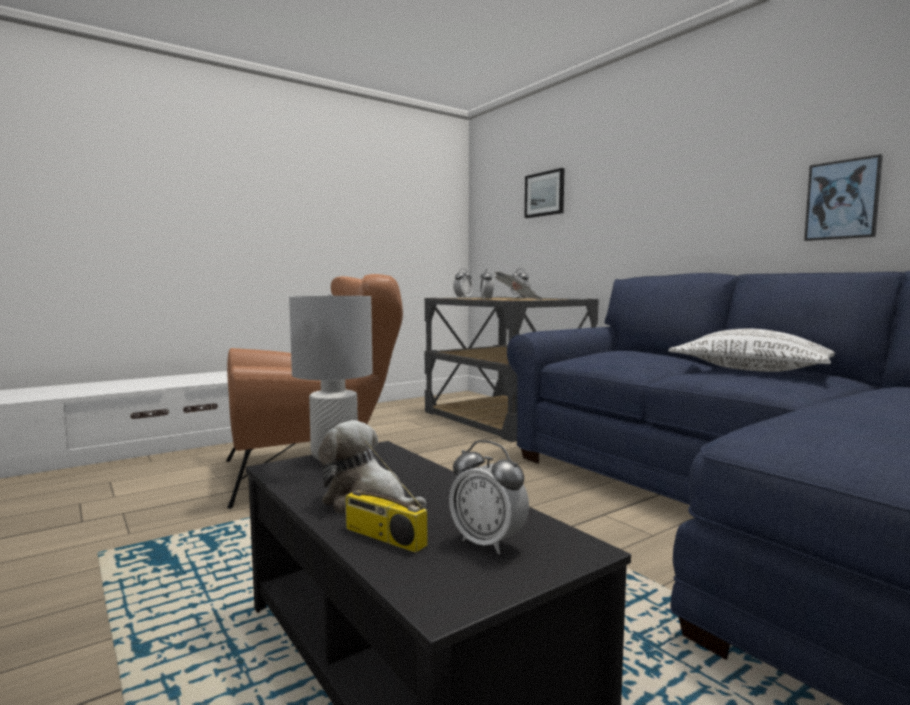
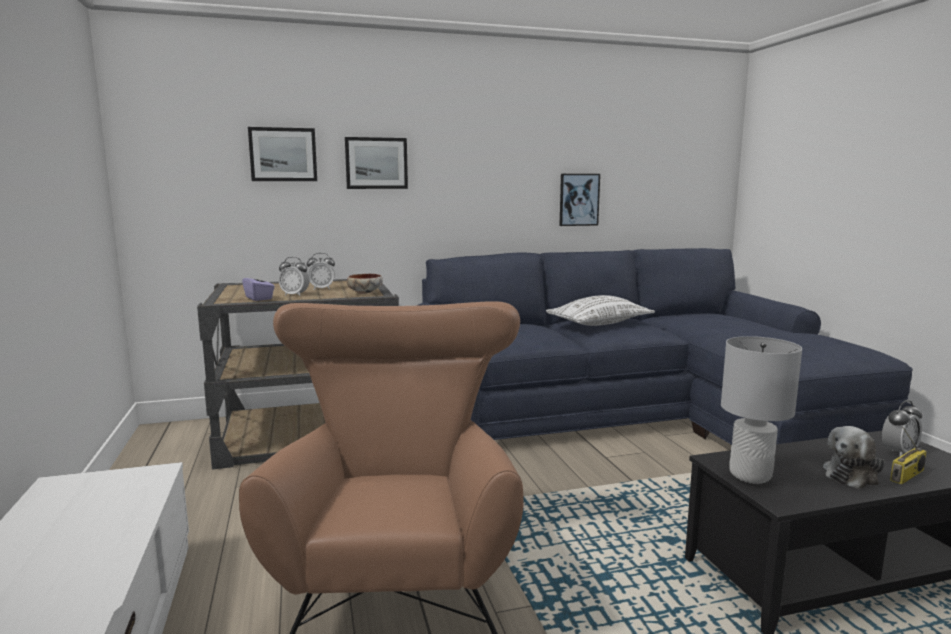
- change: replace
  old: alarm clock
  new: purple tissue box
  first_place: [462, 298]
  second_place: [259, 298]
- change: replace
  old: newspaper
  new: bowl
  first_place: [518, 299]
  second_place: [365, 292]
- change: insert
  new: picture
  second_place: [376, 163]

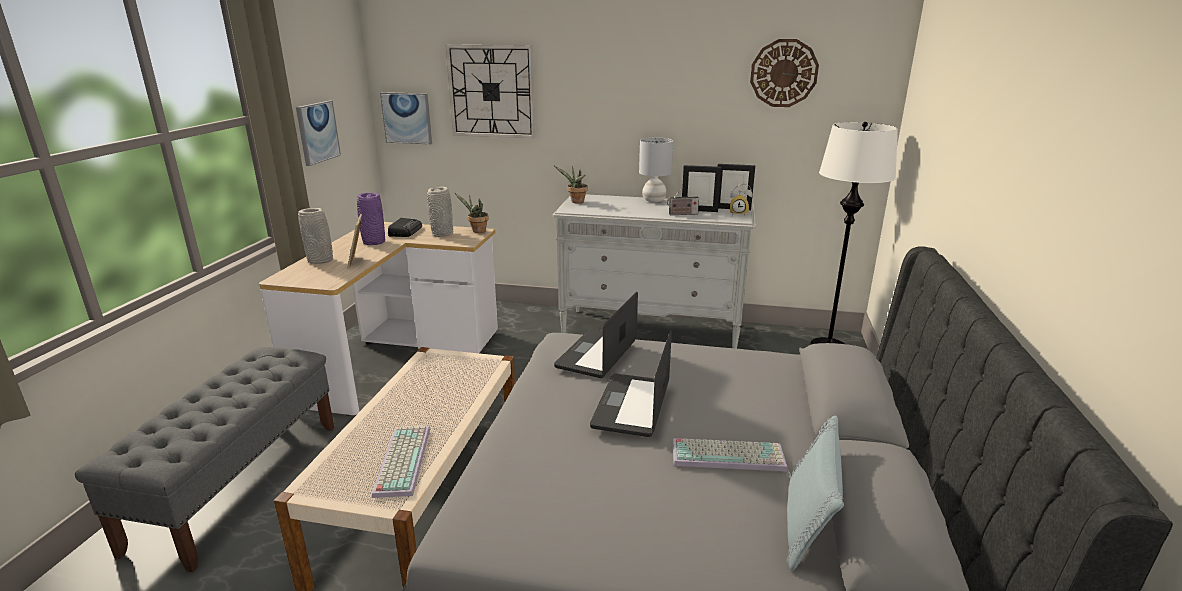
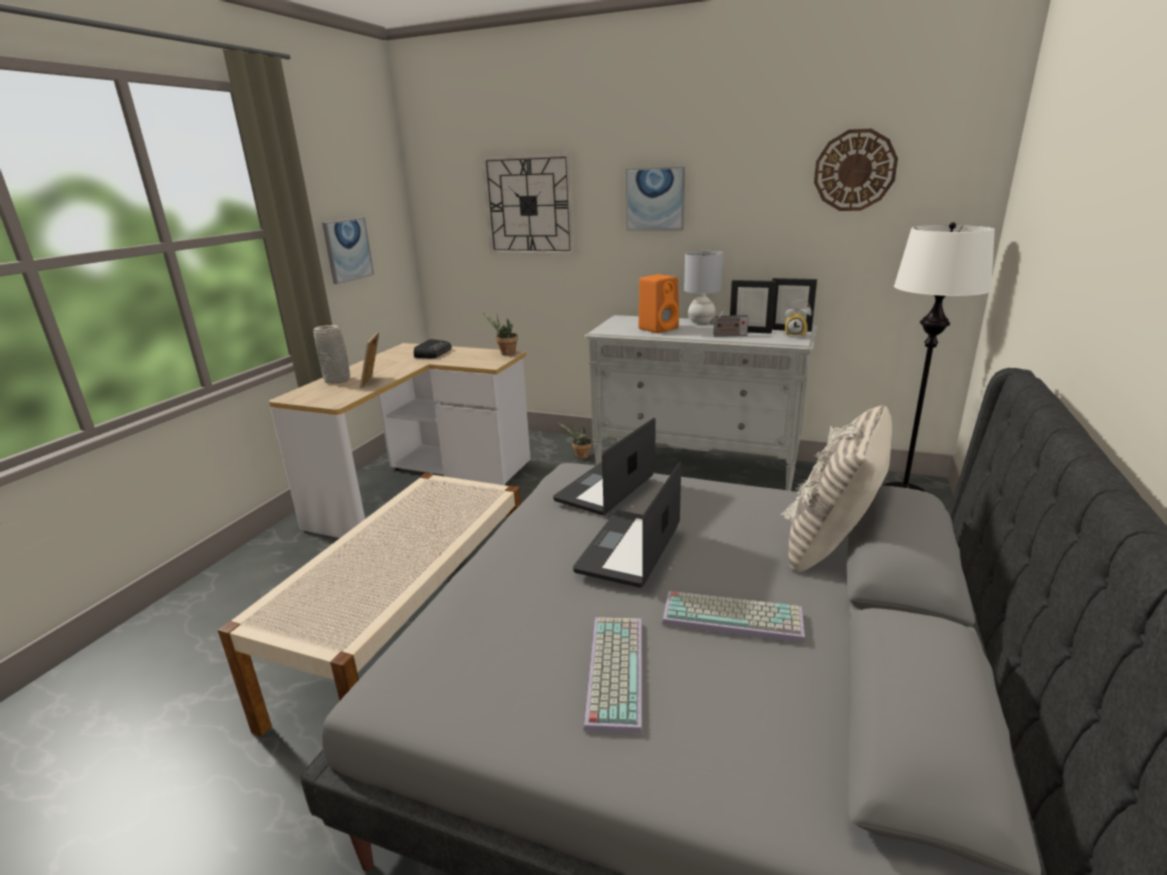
- change: move
  old: picture
  first_place: [407, 118]
  second_place: [655, 199]
- change: move
  old: potted plant
  first_place: [575, 202]
  second_place: [580, 457]
- change: delete
  old: grey vase
  first_place: [442, 234]
- change: delete
  old: purple vase
  first_place: [373, 242]
- change: delete
  old: grey bench
  first_place: [239, 483]
- change: delete
  old: blue pillow
  first_place: [808, 523]
- change: move
  old: keyboard
  first_place: [401, 460]
  second_place: [612, 670]
- change: insert
  new: orange speaker
  second_place: [659, 328]
- change: insert
  new: beige pillow
  second_place: [828, 542]

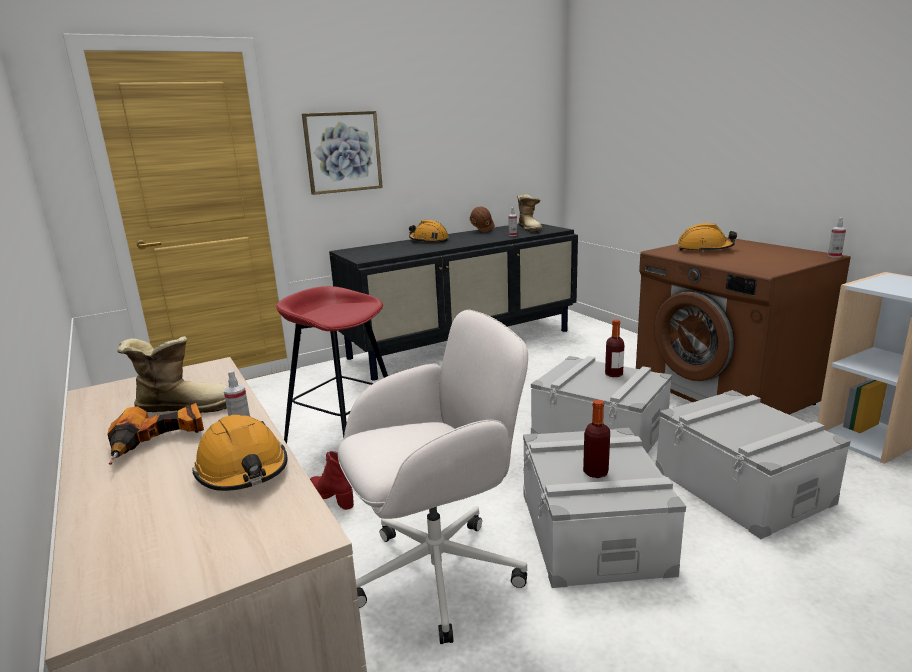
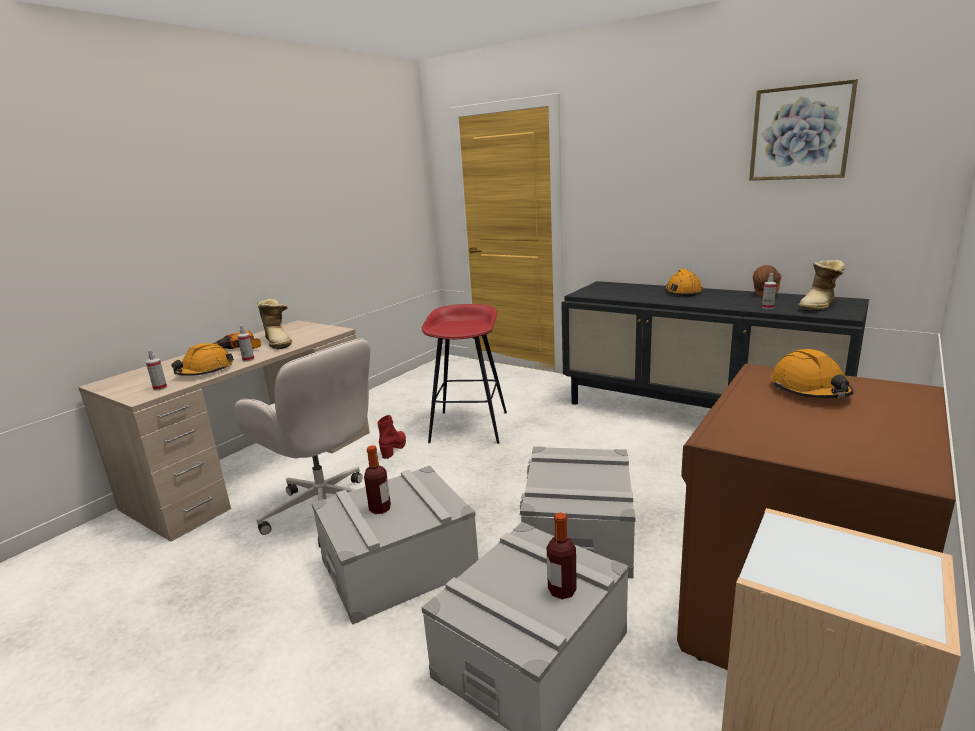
- change: move
  old: picture
  first_place: [343, 152]
  second_place: [800, 133]
- change: move
  old: spray bottle
  first_place: [834, 256]
  second_place: [160, 388]
- change: move
  old: bottle
  first_place: [613, 374]
  second_place: [562, 590]

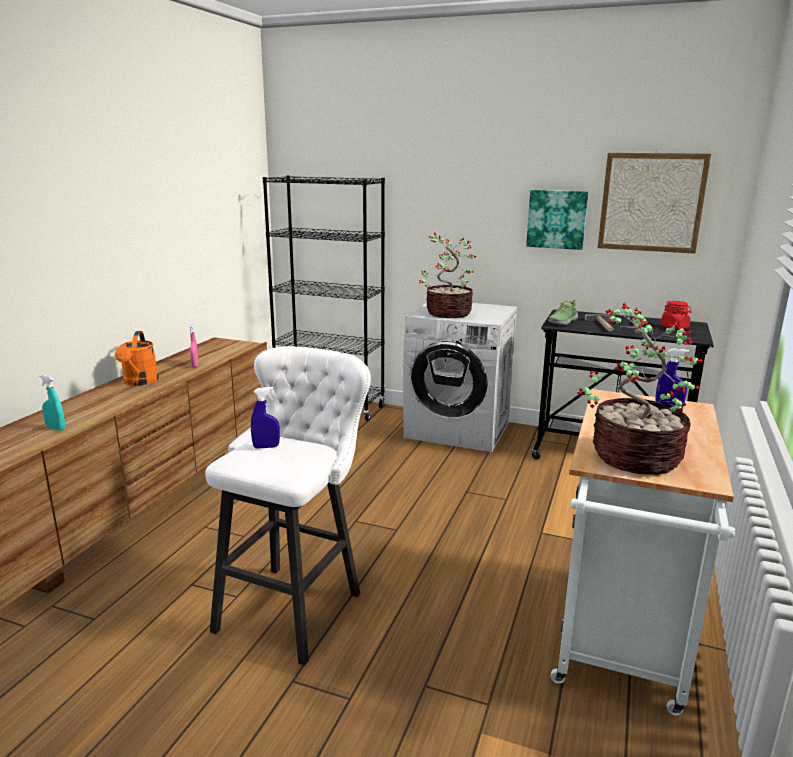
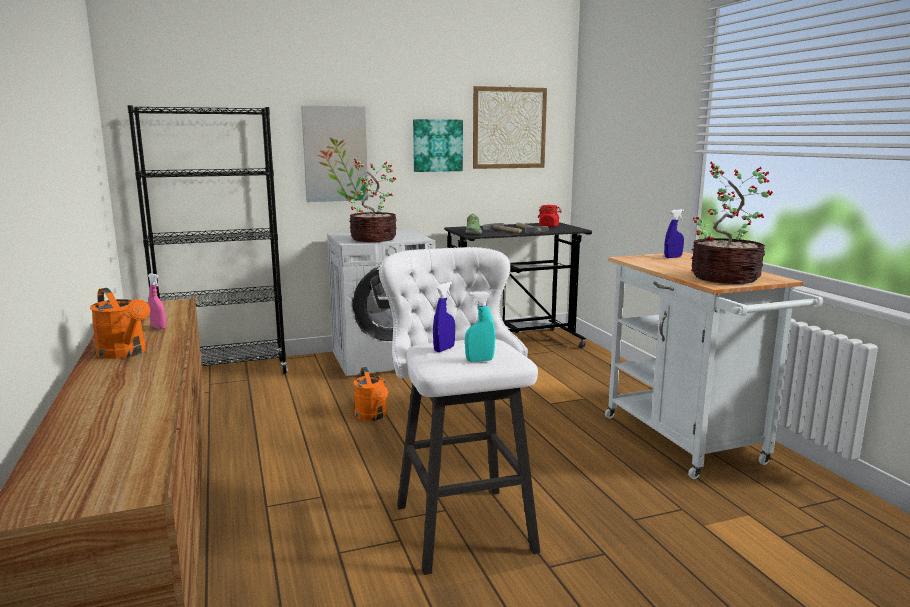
- change: move
  old: turquoise spray bottle
  first_place: [55, 428]
  second_place: [479, 360]
- change: insert
  new: picture
  second_place: [335, 154]
- change: insert
  new: orange watering can
  second_place: [372, 416]

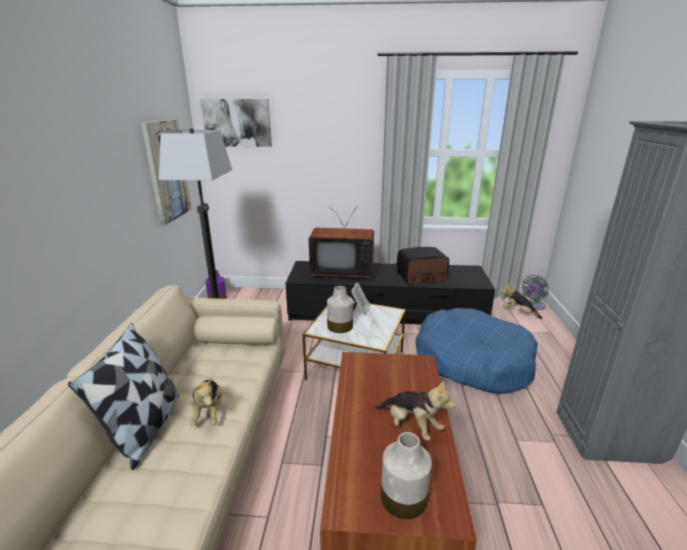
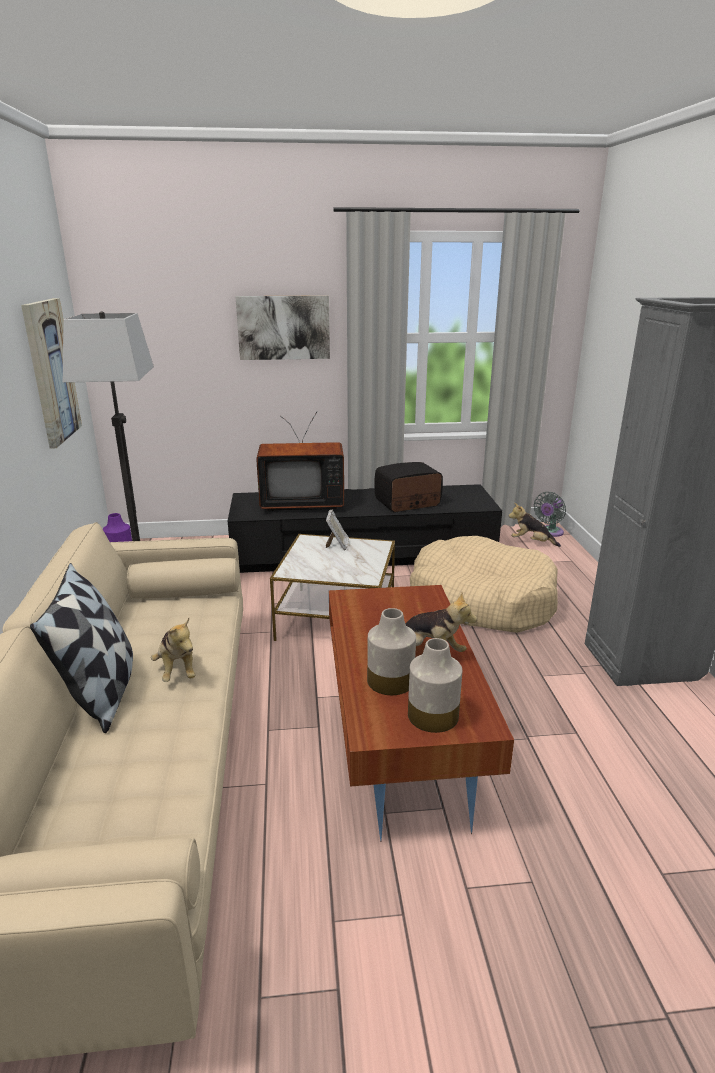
- change: move
  old: picture
  first_place: [237, 123]
  second_place: [283, 327]
- change: move
  old: beige vase
  first_place: [340, 326]
  second_place: [390, 681]
- change: recolor
  old: blue dog bed
  new: beige dog bed
  first_place: [472, 361]
  second_place: [482, 600]

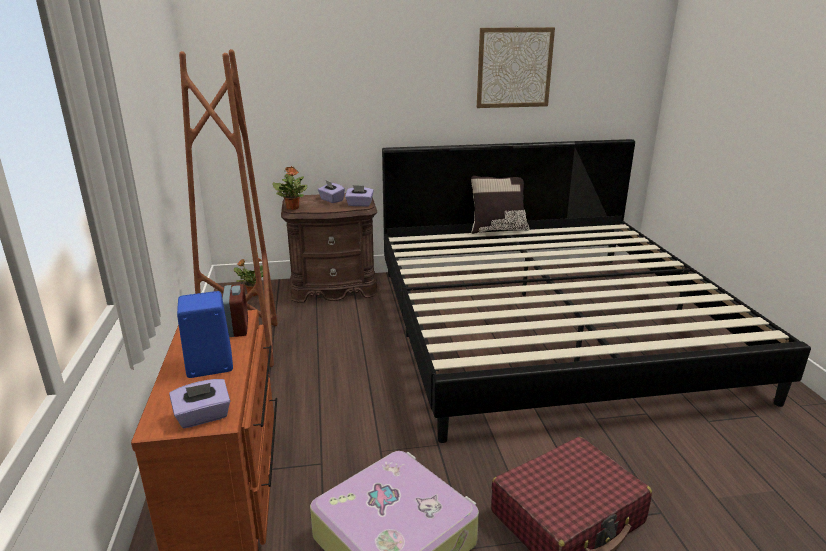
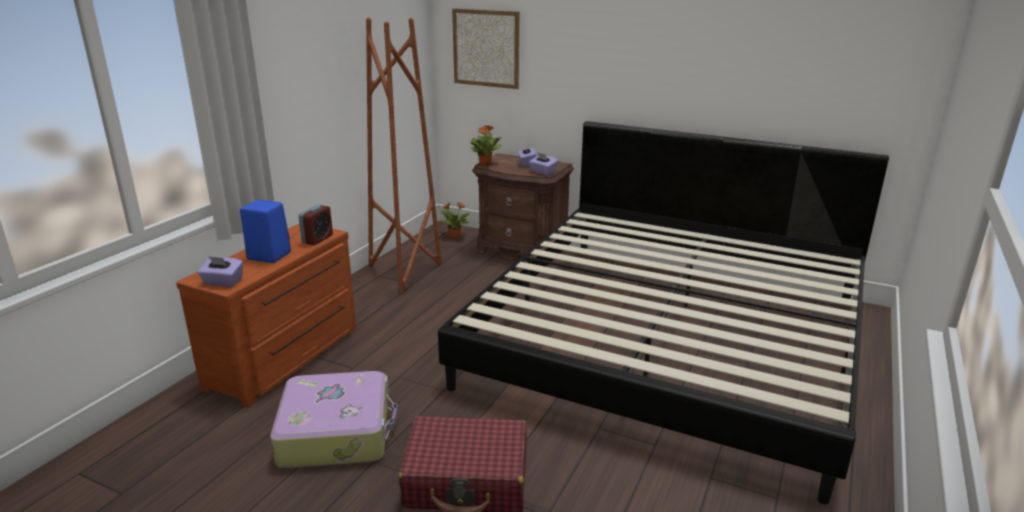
- change: move
  old: picture
  first_place: [514, 67]
  second_place: [486, 47]
- change: delete
  old: pillow
  first_place: [497, 229]

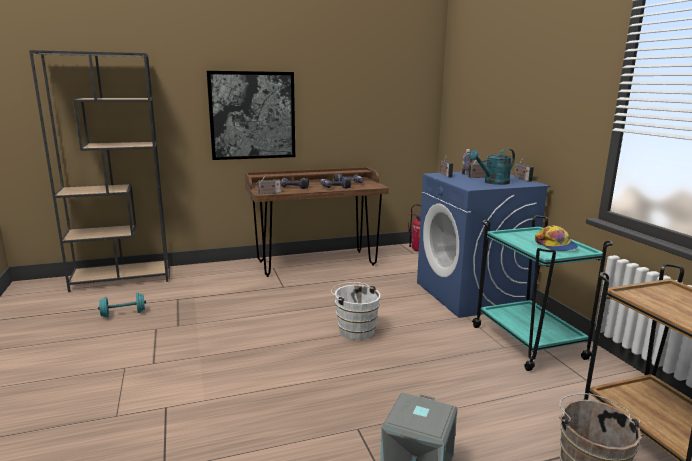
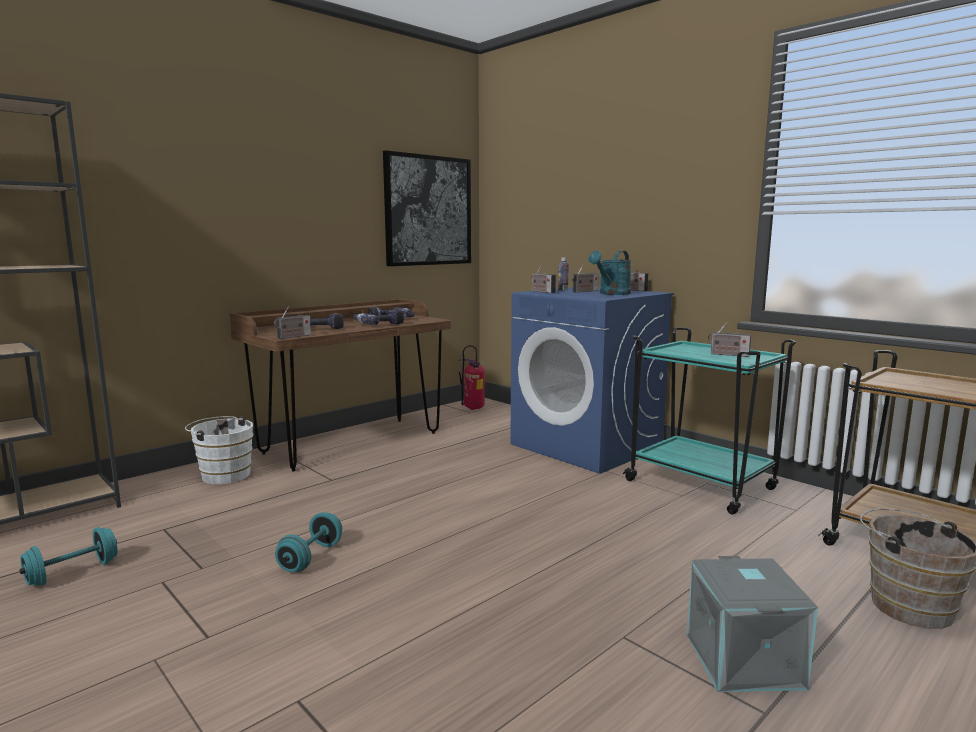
- change: move
  old: picture
  first_place: [252, 115]
  second_place: [428, 211]
- change: replace
  old: cap
  new: radio
  first_place: [555, 245]
  second_place: [727, 355]
- change: move
  old: white bucket
  first_place: [354, 329]
  second_place: [223, 475]
- change: insert
  new: turquoise dumbbell
  second_place: [311, 557]

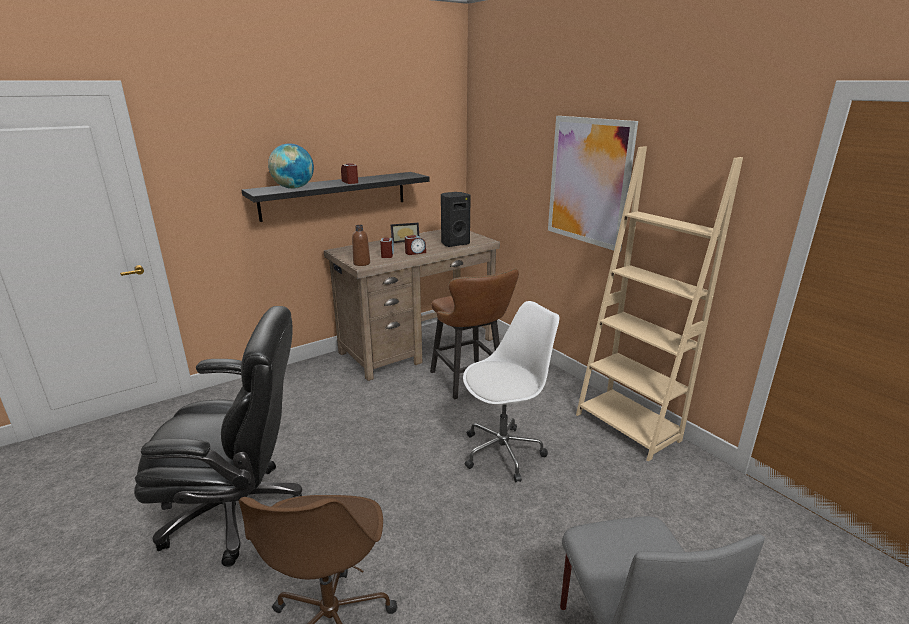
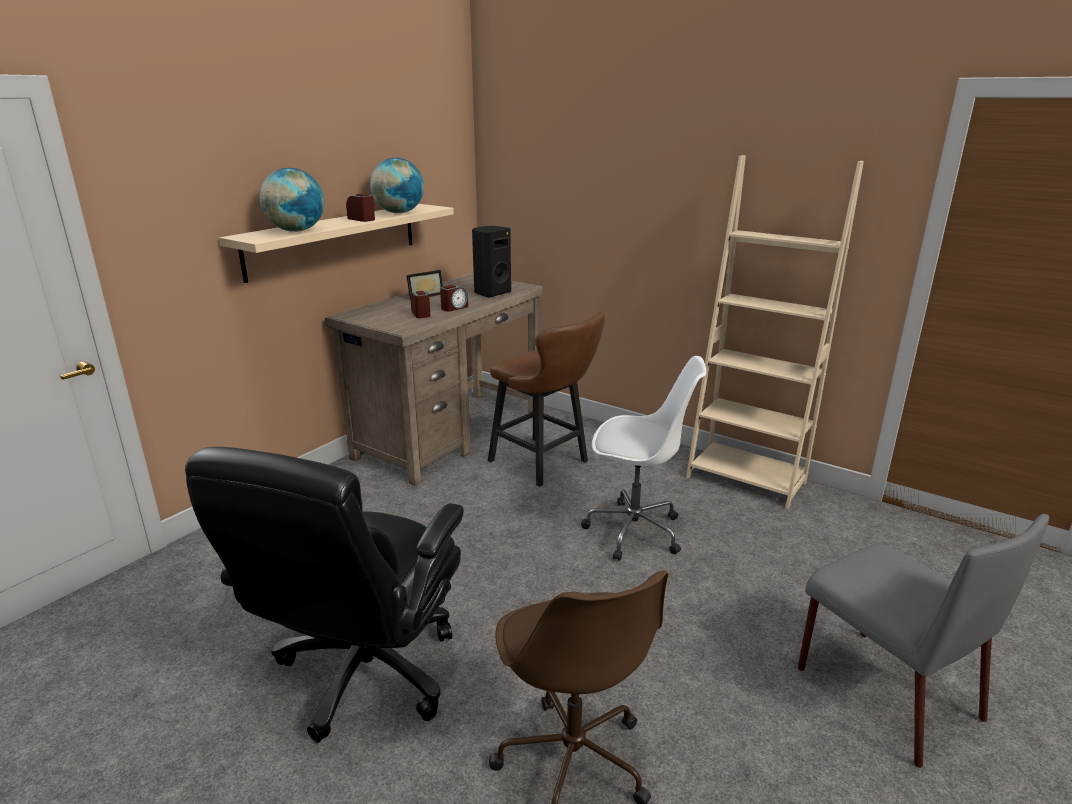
- change: delete
  old: picture
  first_place: [589, 181]
- change: recolor
  old: black shelf
  new: beige shelf
  first_place: [335, 195]
  second_place: [334, 240]
- change: delete
  old: brown bottle
  first_place: [361, 263]
- change: rotate
  old: white office chair
  first_place: [504, 452]
  second_place: [637, 531]
  degrees: 60
- change: rotate
  old: black office chair
  first_place: [240, 513]
  second_place: [360, 676]
  degrees: 135
- change: insert
  new: globe
  second_place: [399, 213]

